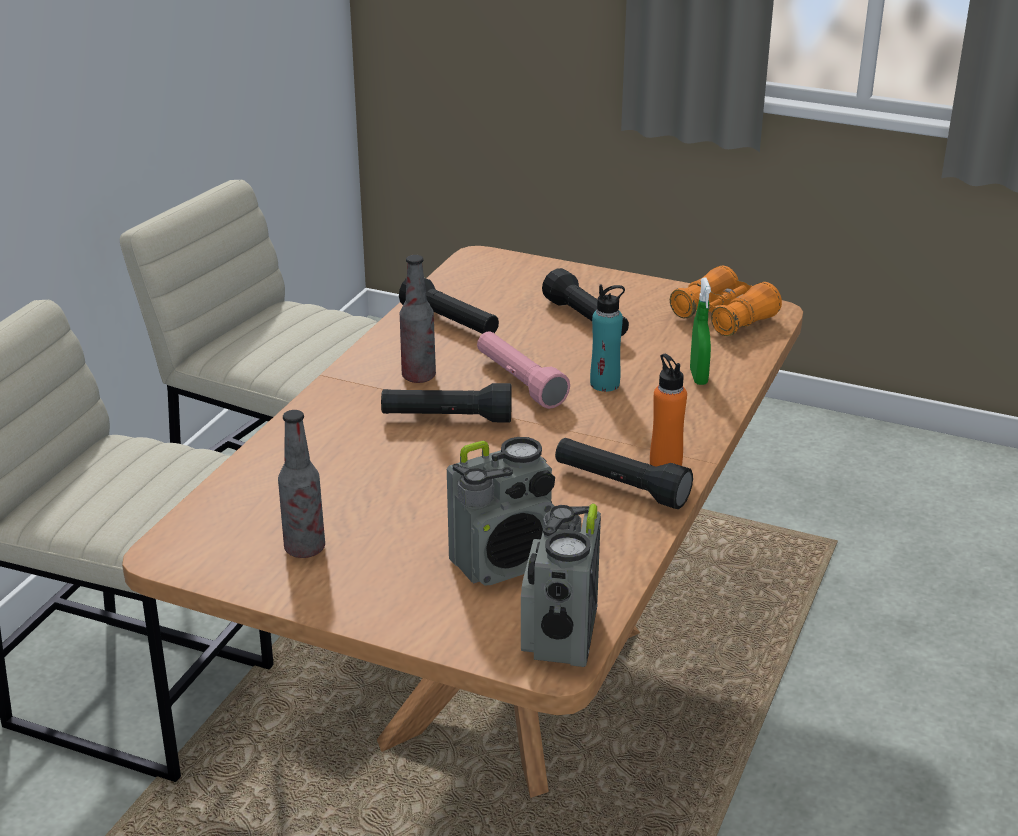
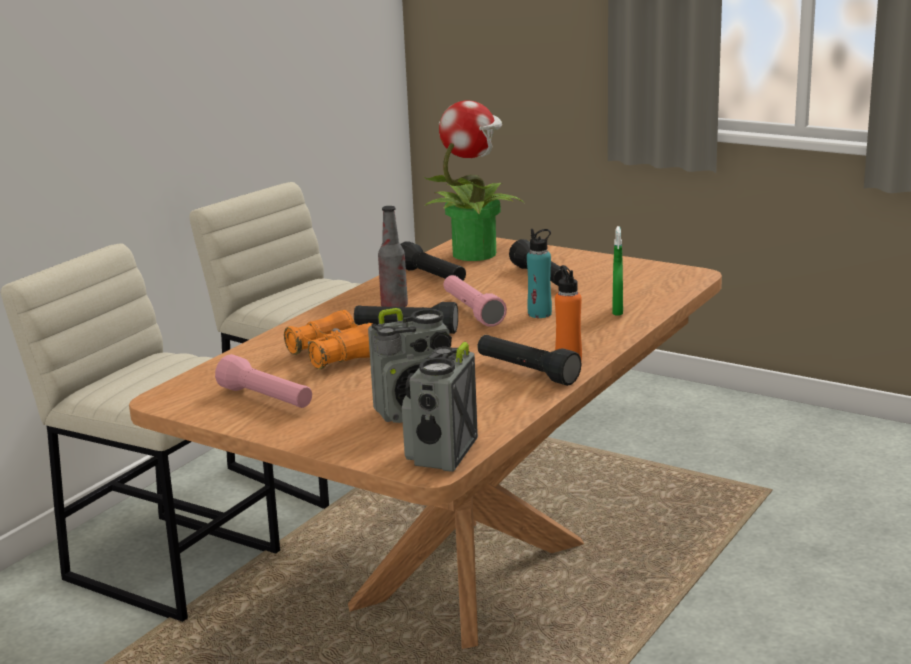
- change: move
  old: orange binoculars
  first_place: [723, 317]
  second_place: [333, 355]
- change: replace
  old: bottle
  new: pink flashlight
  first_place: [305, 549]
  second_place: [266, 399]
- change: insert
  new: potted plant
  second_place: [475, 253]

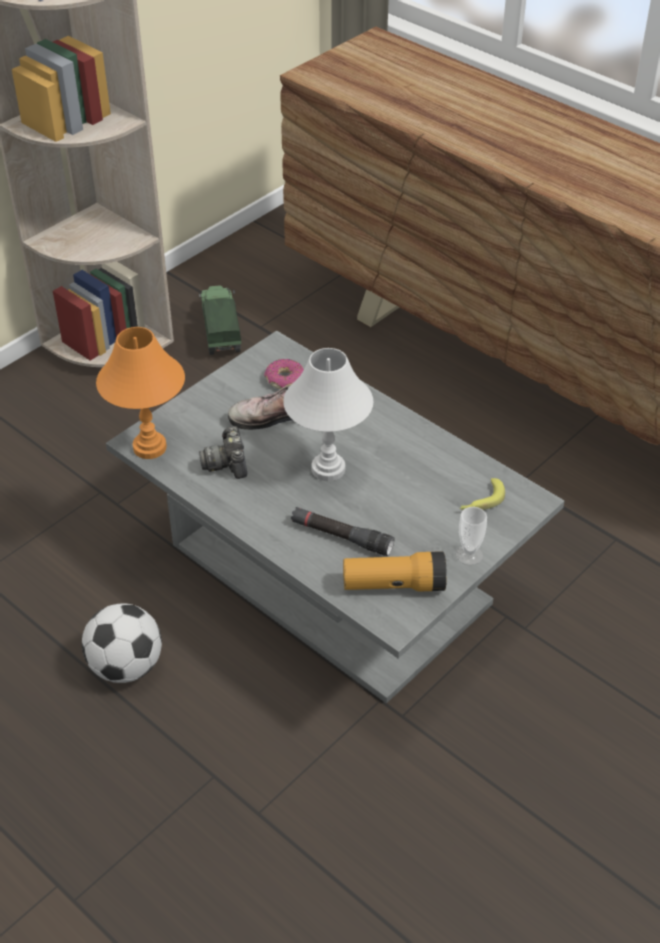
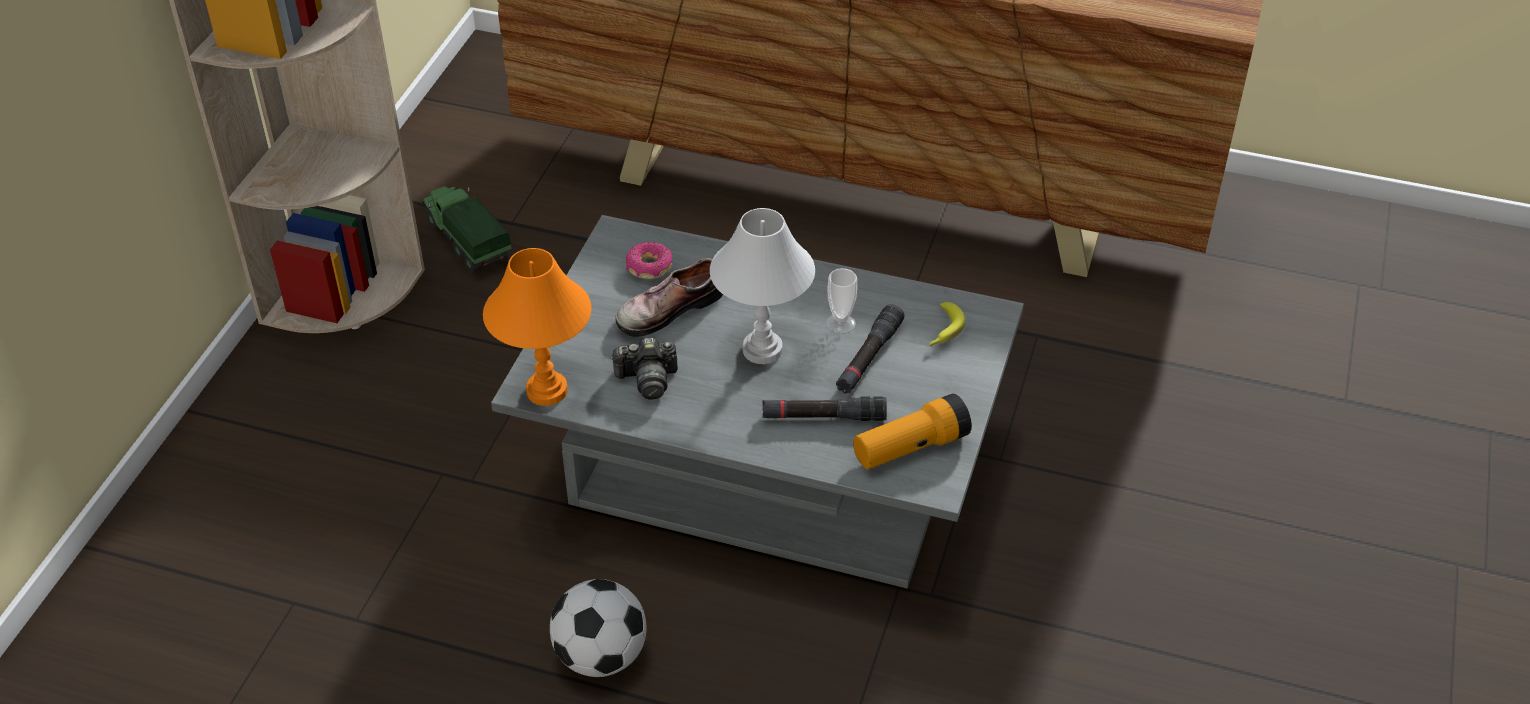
- change: rotate
  old: photo camera
  first_place: [227, 463]
  second_place: [647, 379]
  degrees: -60
- change: move
  old: cup
  first_place: [469, 555]
  second_place: [840, 323]
- change: insert
  new: black flashlight
  second_place: [869, 357]

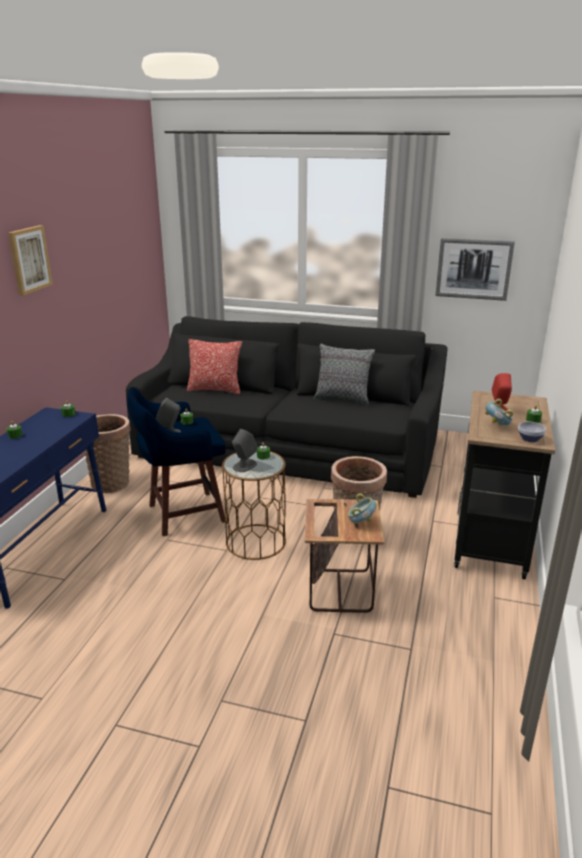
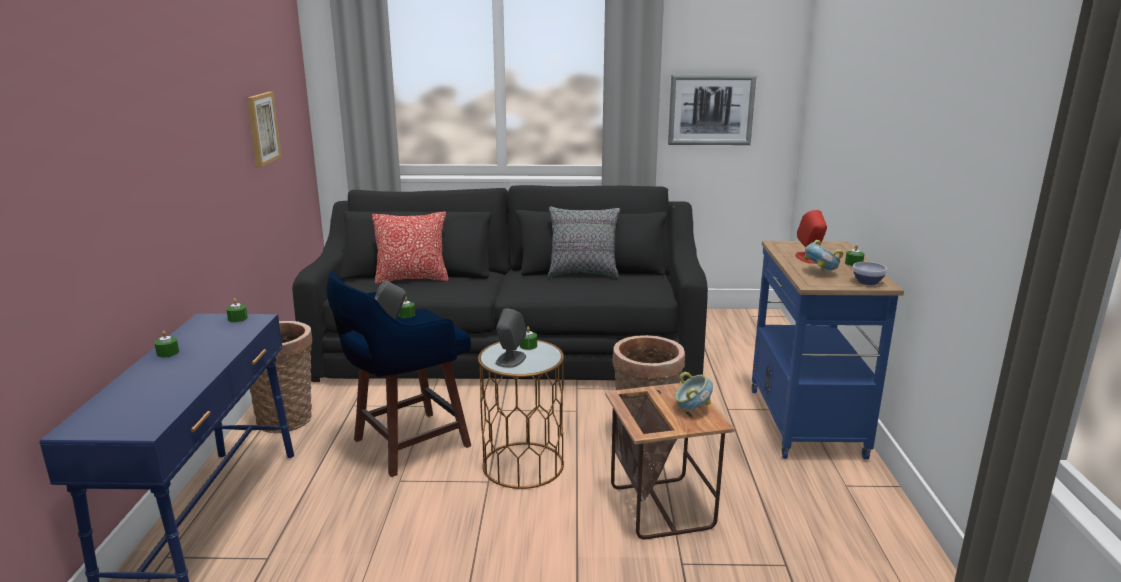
- change: move
  old: picture
  first_place: [29, 259]
  second_place: [262, 128]
- change: recolor
  old: black cart
  new: blue cart
  first_place: [490, 539]
  second_place: [803, 420]

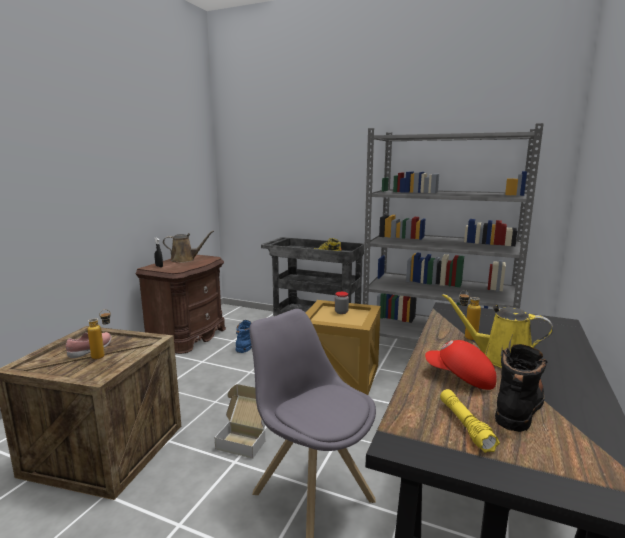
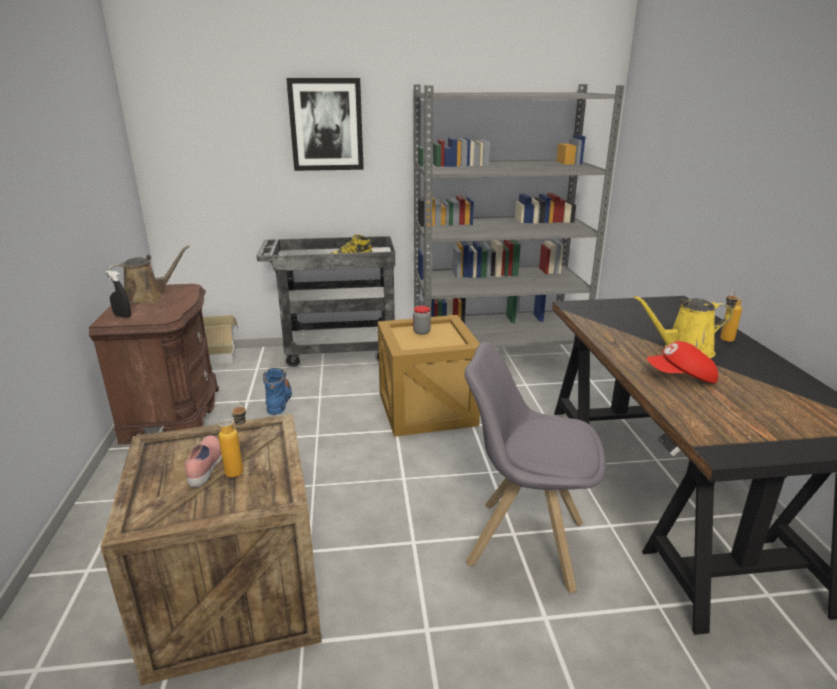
- change: move
  old: bottle
  first_place: [466, 338]
  second_place: [724, 341]
- change: delete
  old: black boot
  first_place: [518, 405]
- change: move
  old: cardboard box
  first_place: [246, 438]
  second_place: [219, 356]
- change: delete
  old: yellow flashlight
  first_place: [465, 426]
- change: insert
  new: picture
  second_place: [326, 125]

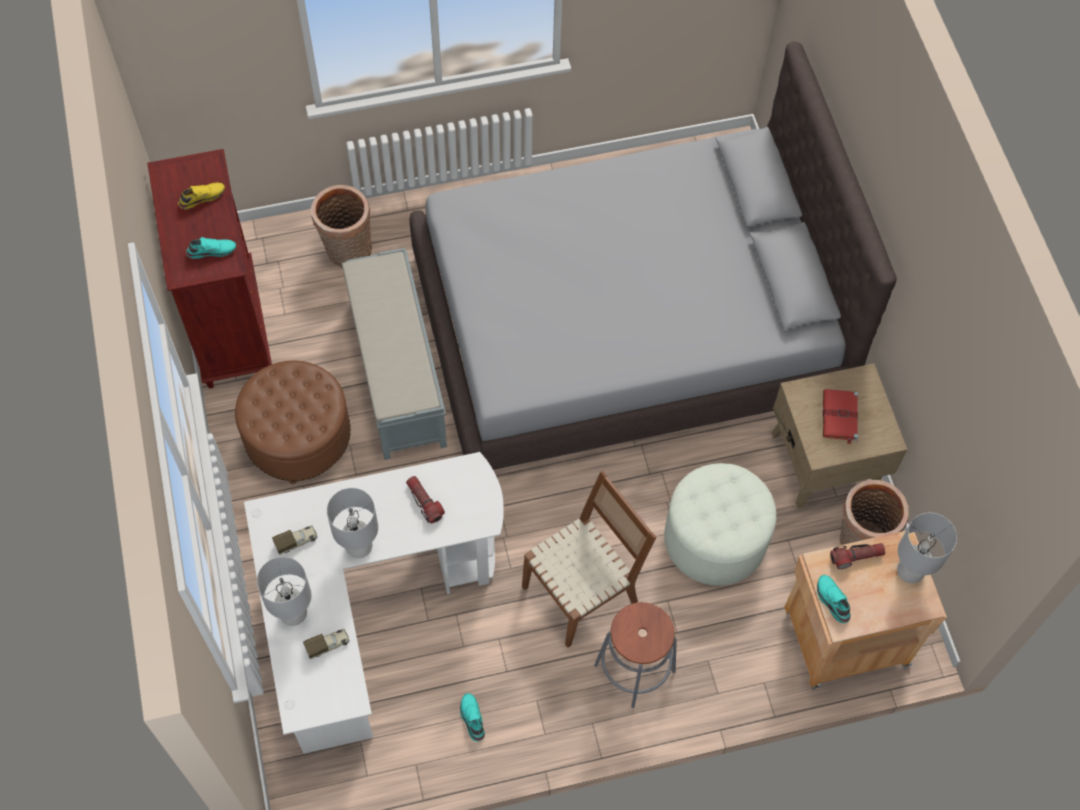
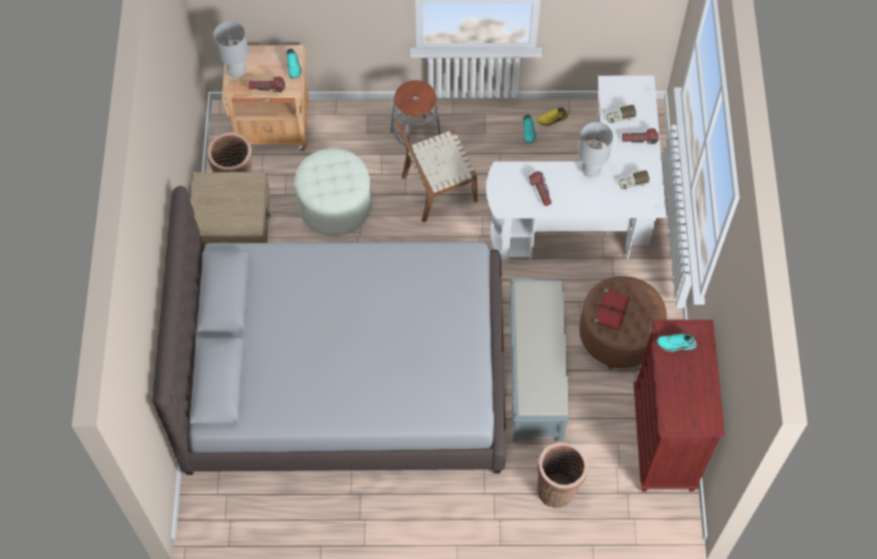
- change: move
  old: yellow shoe
  first_place: [202, 197]
  second_place: [552, 119]
- change: move
  old: red book
  first_place: [840, 417]
  second_place: [611, 310]
- change: replace
  old: grey table lamp
  new: flashlight
  first_place: [294, 614]
  second_place: [639, 139]

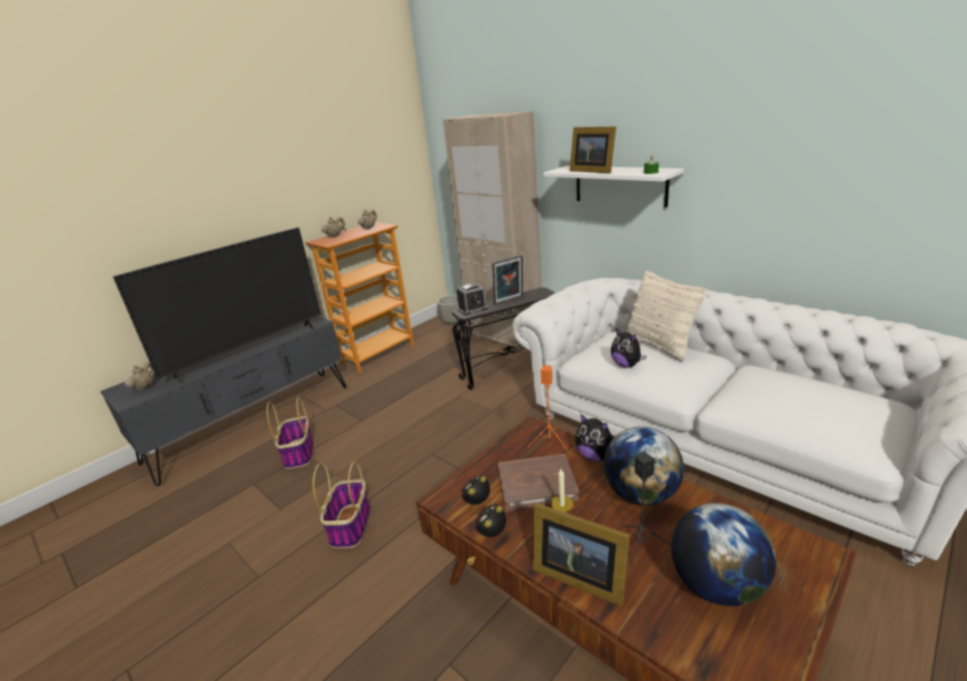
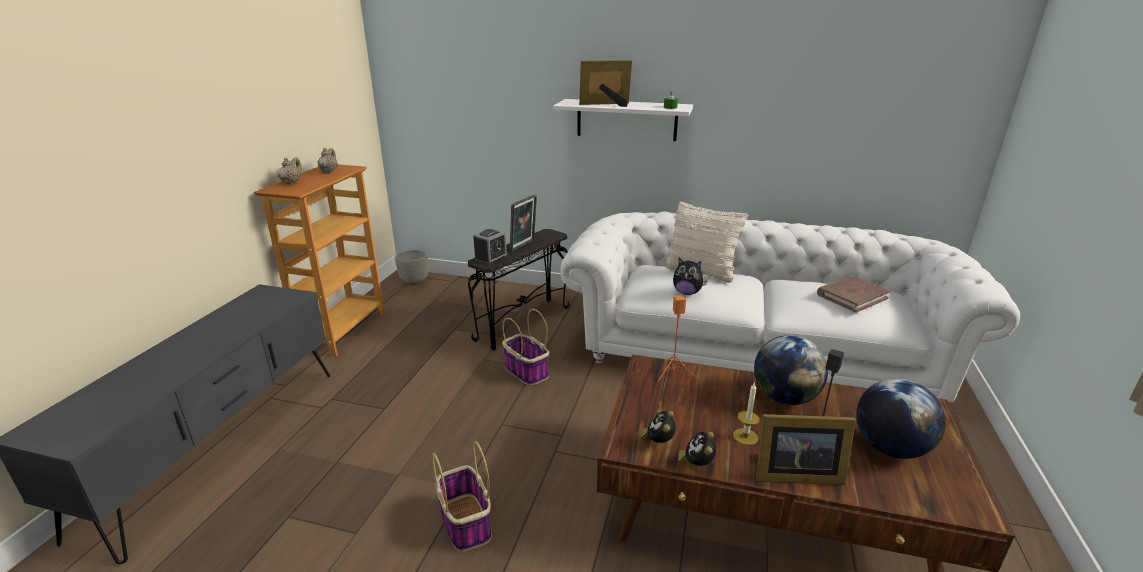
- change: delete
  old: beige cabinet
  first_place: [505, 338]
- change: rotate
  old: picture frame
  first_place: [592, 171]
  second_place: [607, 105]
  degrees: 150
- change: delete
  old: television
  first_place: [249, 351]
- change: delete
  old: beige teapot
  first_place: [145, 387]
- change: move
  old: basket
  first_place: [299, 453]
  second_place: [525, 371]
- change: delete
  old: plush toy
  first_place: [595, 456]
- change: move
  old: brown book
  first_place: [536, 484]
  second_place: [852, 296]

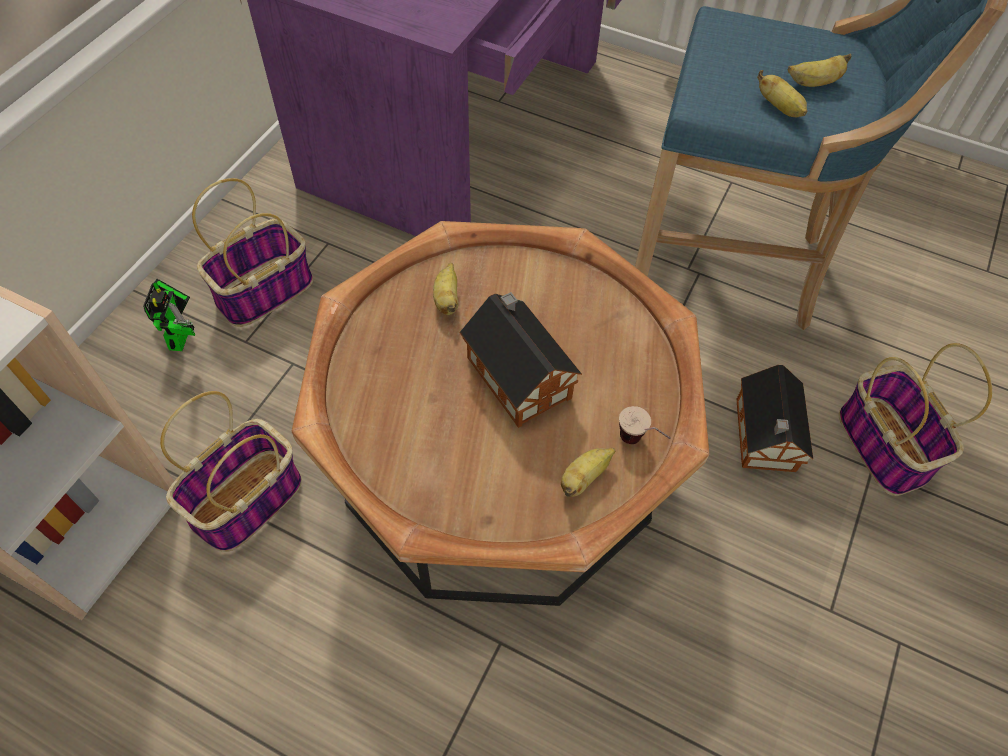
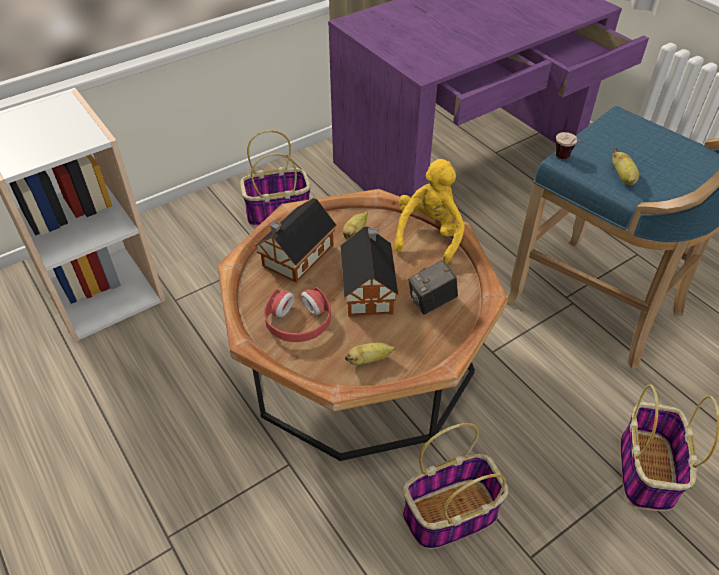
- change: delete
  old: banana
  first_place: [814, 83]
- change: delete
  old: toy robot
  first_place: [181, 335]
- change: move
  old: toy house
  first_place: [764, 438]
  second_place: [295, 257]
- change: move
  old: basket
  first_place: [246, 503]
  second_place: [449, 515]
- change: move
  old: cup
  first_place: [639, 444]
  second_place: [565, 160]
- change: insert
  new: yellow plush toy
  second_place: [429, 234]
- change: insert
  new: photo camera
  second_place: [431, 302]
- change: insert
  new: red headphones
  second_place: [298, 322]

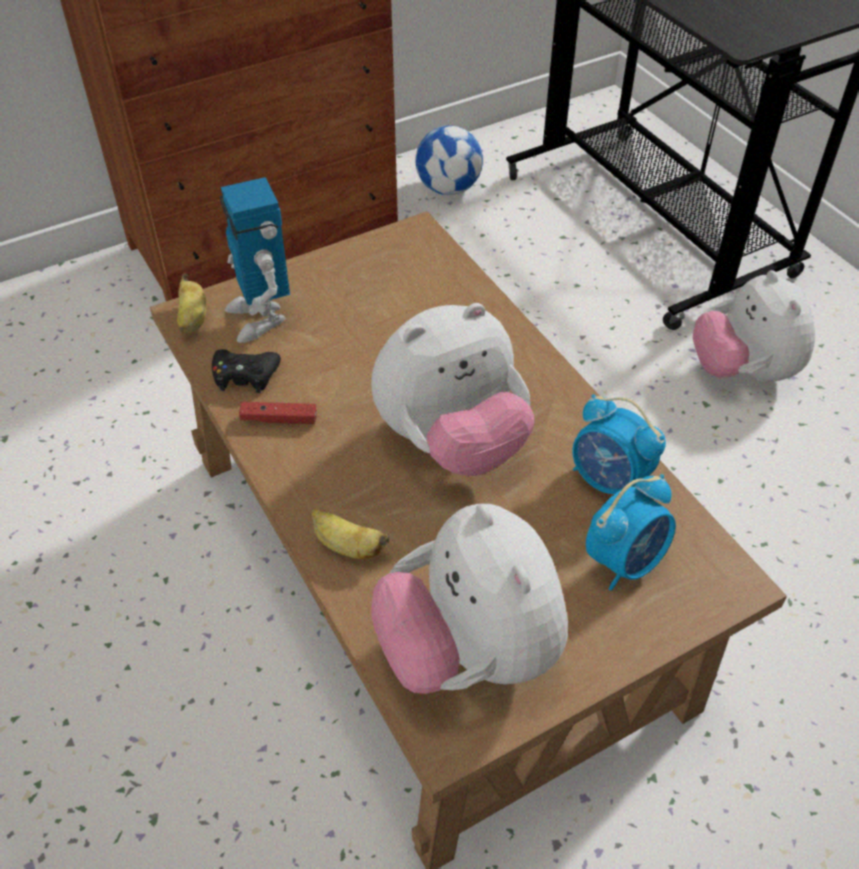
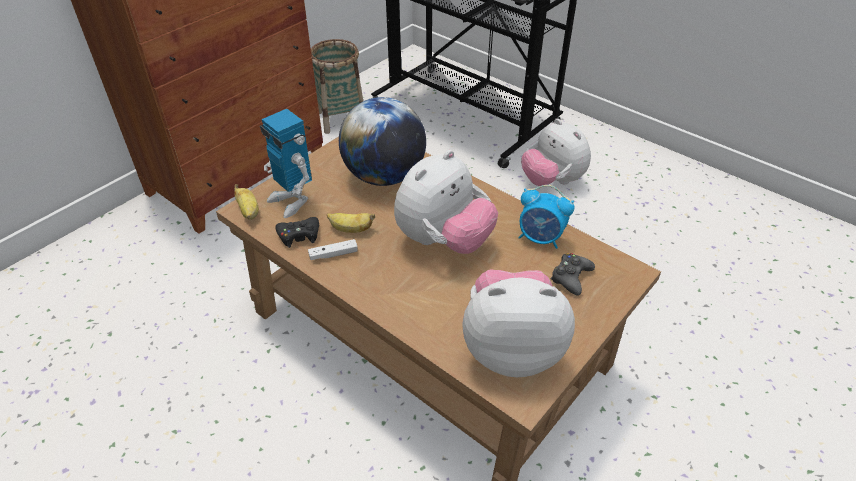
- change: replace
  old: football
  new: basket
  first_place: [448, 188]
  second_place: [340, 118]
- change: recolor
  old: red game controller
  new: white game controller
  first_place: [279, 419]
  second_place: [333, 254]
- change: replace
  old: alarm clock
  new: black game controller
  first_place: [625, 561]
  second_place: [571, 277]
- change: rotate
  old: plush toy
  first_place: [469, 651]
  second_place: [511, 348]
  degrees: 135
- change: move
  old: banana
  first_place: [347, 546]
  second_place: [350, 229]
- change: insert
  new: globe
  second_place: [384, 176]

